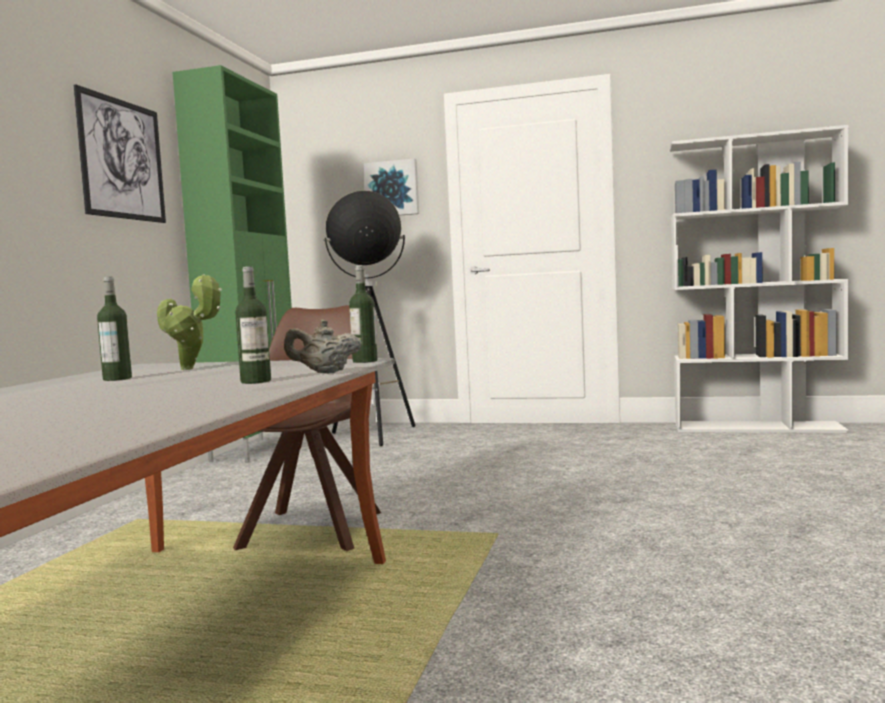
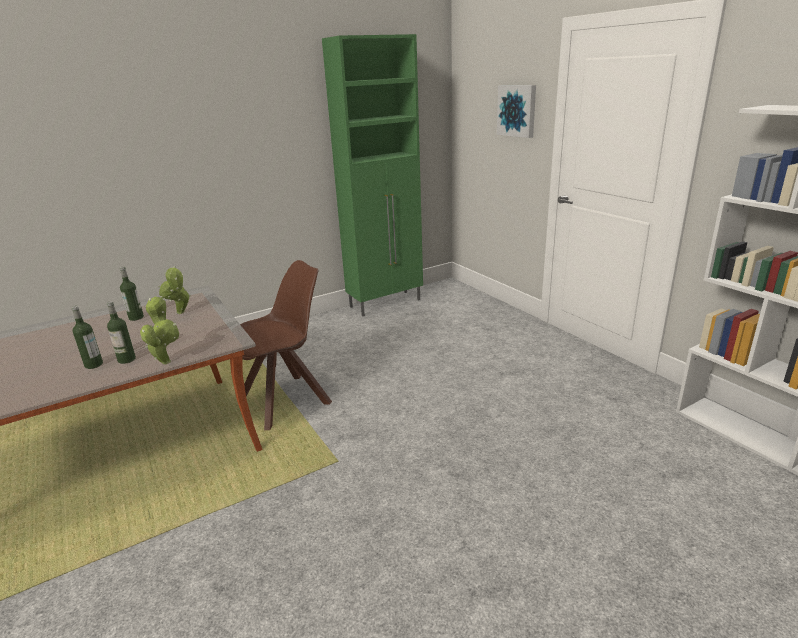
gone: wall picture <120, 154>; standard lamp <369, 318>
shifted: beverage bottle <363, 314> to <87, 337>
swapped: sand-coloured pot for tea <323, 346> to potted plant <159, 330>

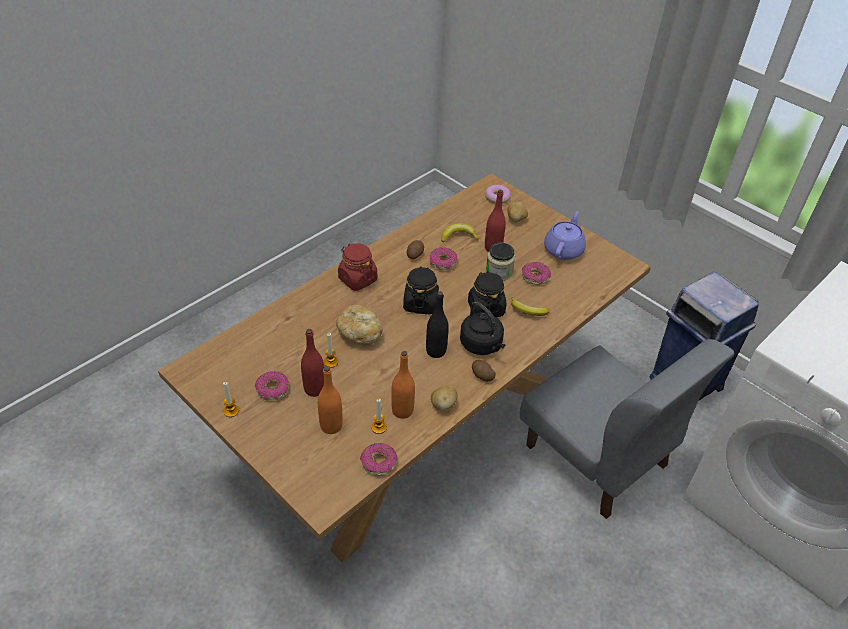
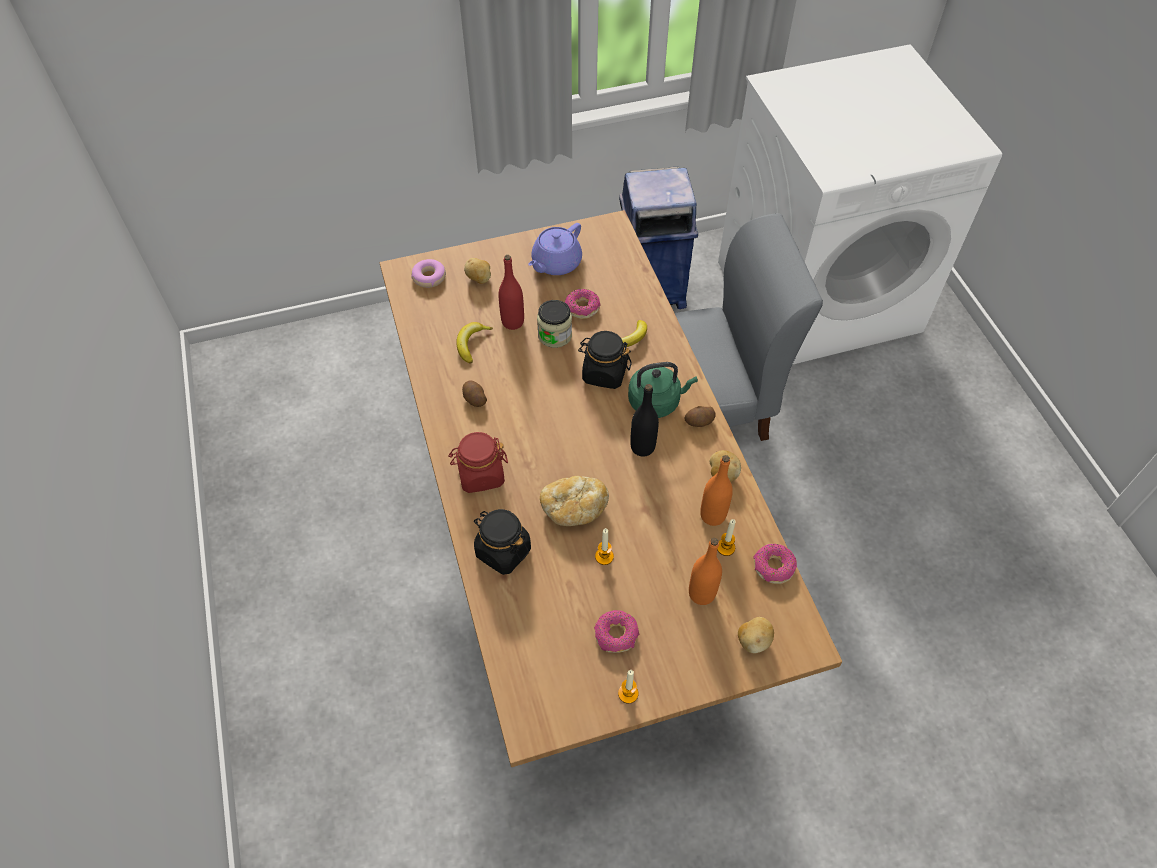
gone: reddish beverage bottle <312, 363>; doughnut <443, 258>
new: potato <756, 635>
shifted: black-coloured storage jar <421, 290> to <502, 542>
repainted: black-coloured water kettle <482, 328> to green water kettle <663, 390>
rotated: purplish pot for tea <565, 235> = <555, 249> 105 degrees counterclockwise

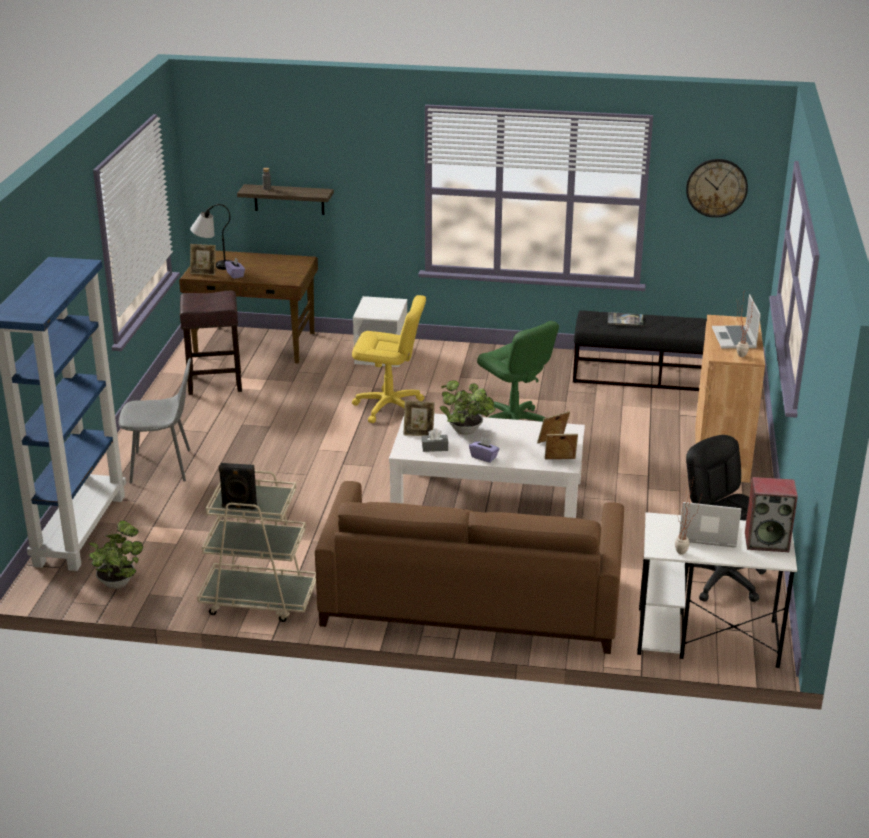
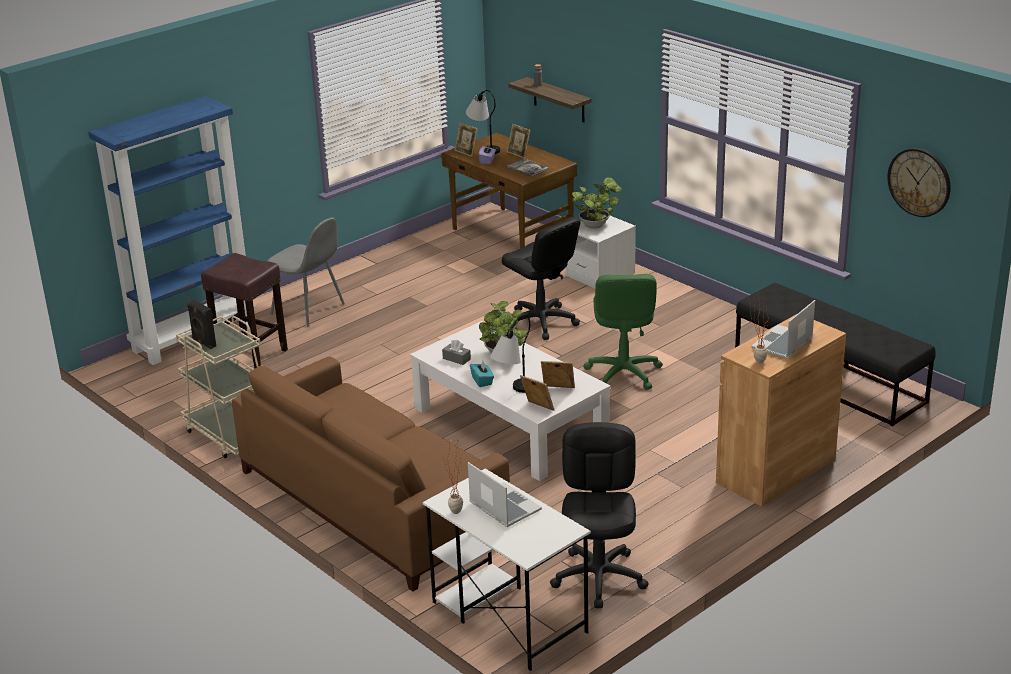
gone: loudspeaker <771, 514>
new: table lamp <510, 353>
shifted: brown-coloured stool <211, 343> to <244, 310>; photo frame <419, 418> to <519, 141>; volume <626, 319> to <528, 167>; potted plant <115, 554> to <597, 203>
repainted: purplish tissue holder <484, 450> to blue-green tissue holder <482, 374>; yellow-coloured office chair <389, 359> to black-coloured office chair <541, 278>

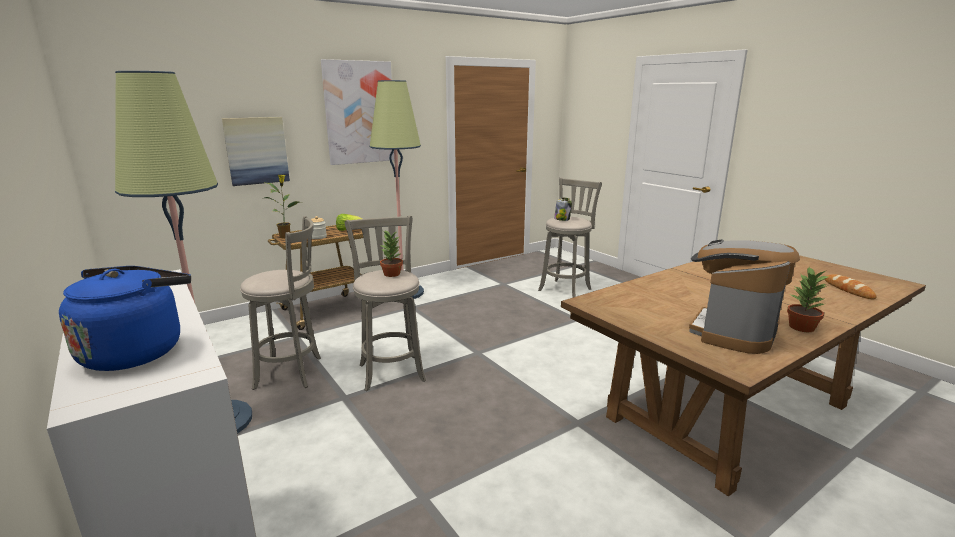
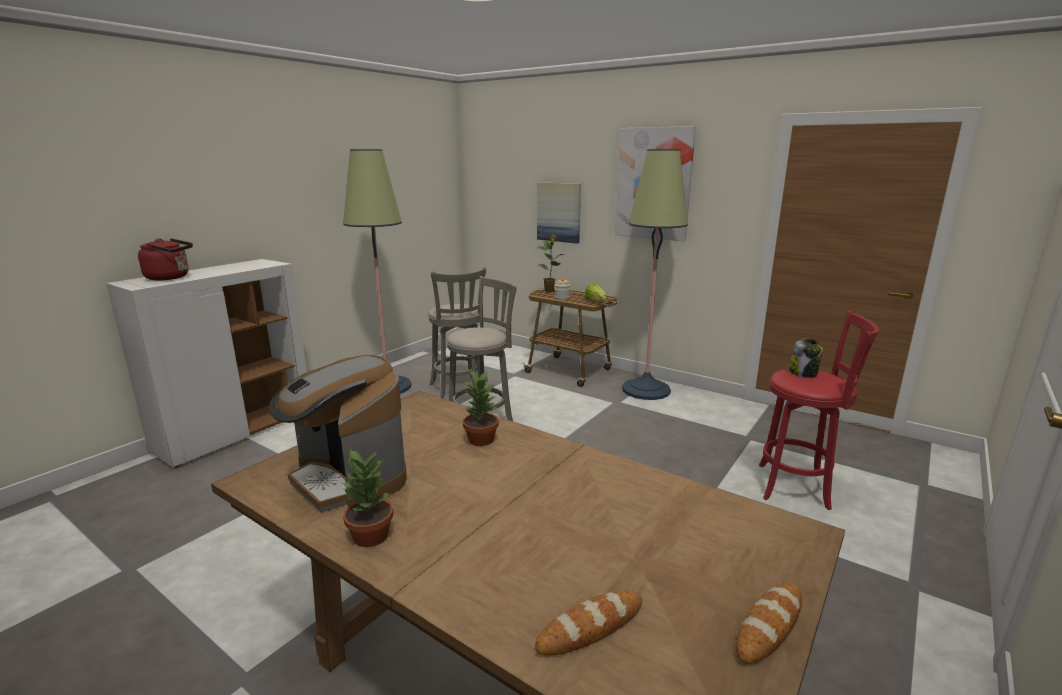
new: bakery bread <769, 623>
shifted: potted plant <391, 253> to <481, 408>
repainted: blue water kettle <125, 318> to reddish water kettle <165, 259>; grey stool <570, 237> to reddish stool <819, 410>
rotated: coffee maker <744, 297> = <338, 433> 150 degrees counterclockwise

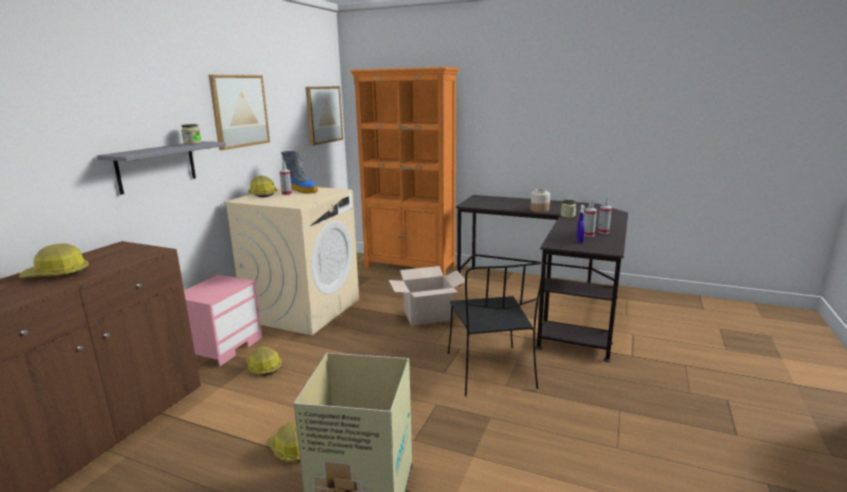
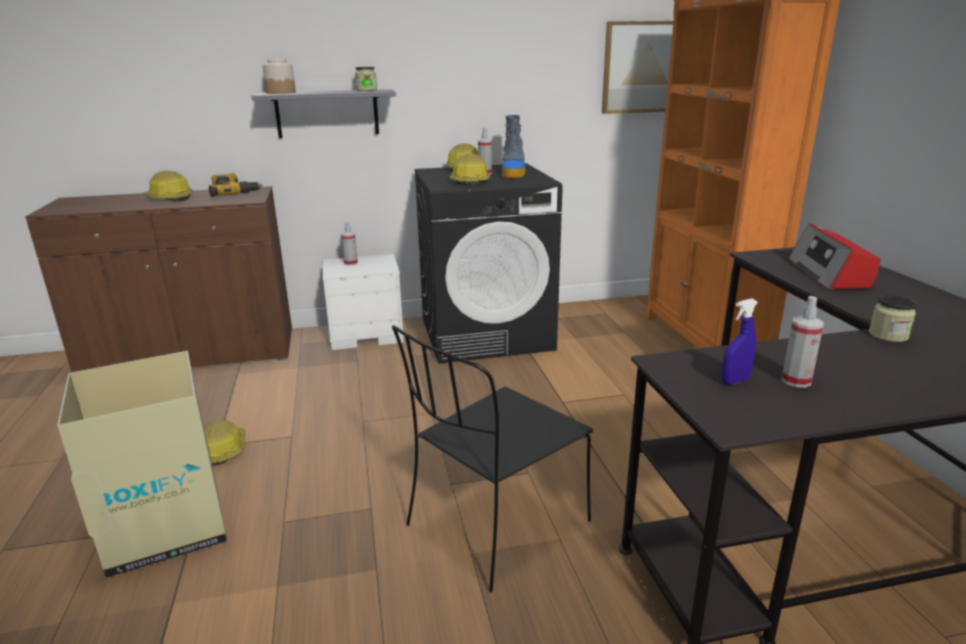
gone: wall picture <239, 112>; packing box <427, 296>
new: power drill <235, 185>; radio <834, 256>
shifted: storage jar <540, 200> to <279, 76>; hand sprayer <605, 215> to <349, 244>; safety helmet <264, 360> to <470, 169>
repainted: pinkish nightstand <223, 320> to white nightstand <363, 302>; sand-coloured laundry appliance <291, 260> to black-coloured laundry appliance <488, 263>

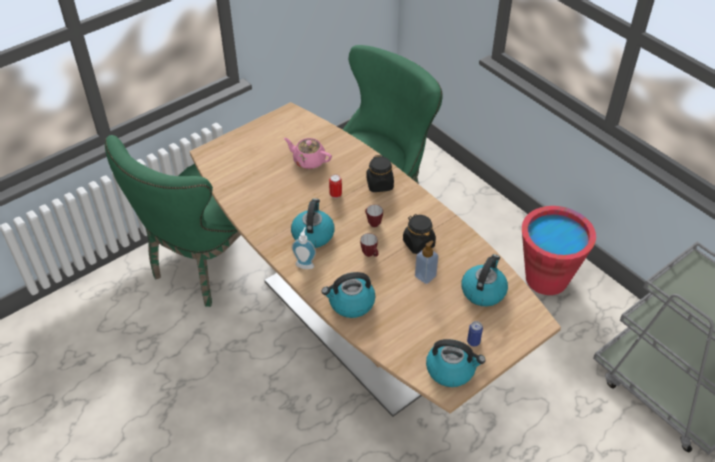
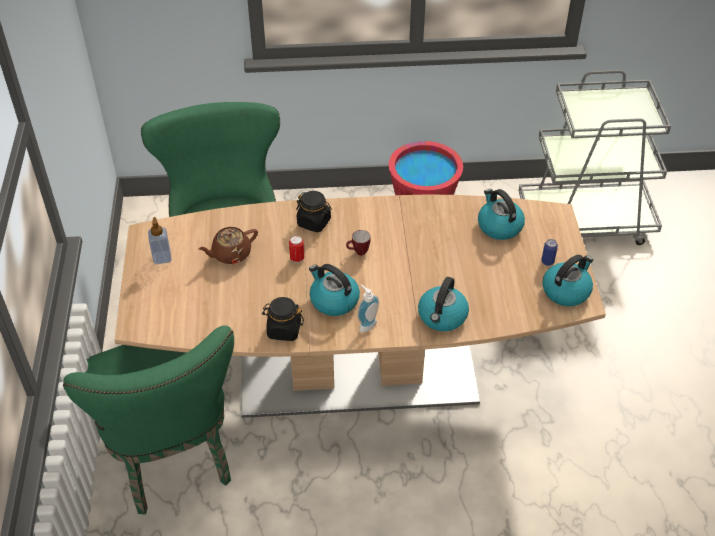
gone: coffee mug <369, 245>
shifted: liquid soap bottle <427, 262> to <160, 241>; black-coloured storage jar <419, 234> to <283, 319>
repainted: pinkish pot for tea <308, 153> to brown-coloured pot for tea <228, 245>

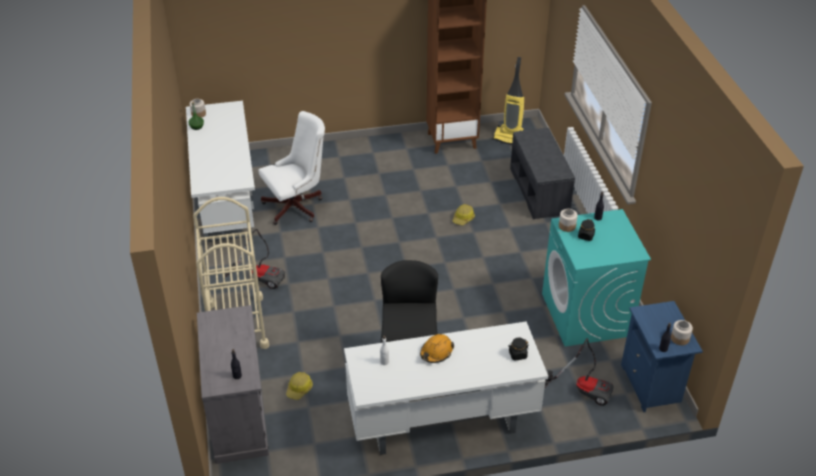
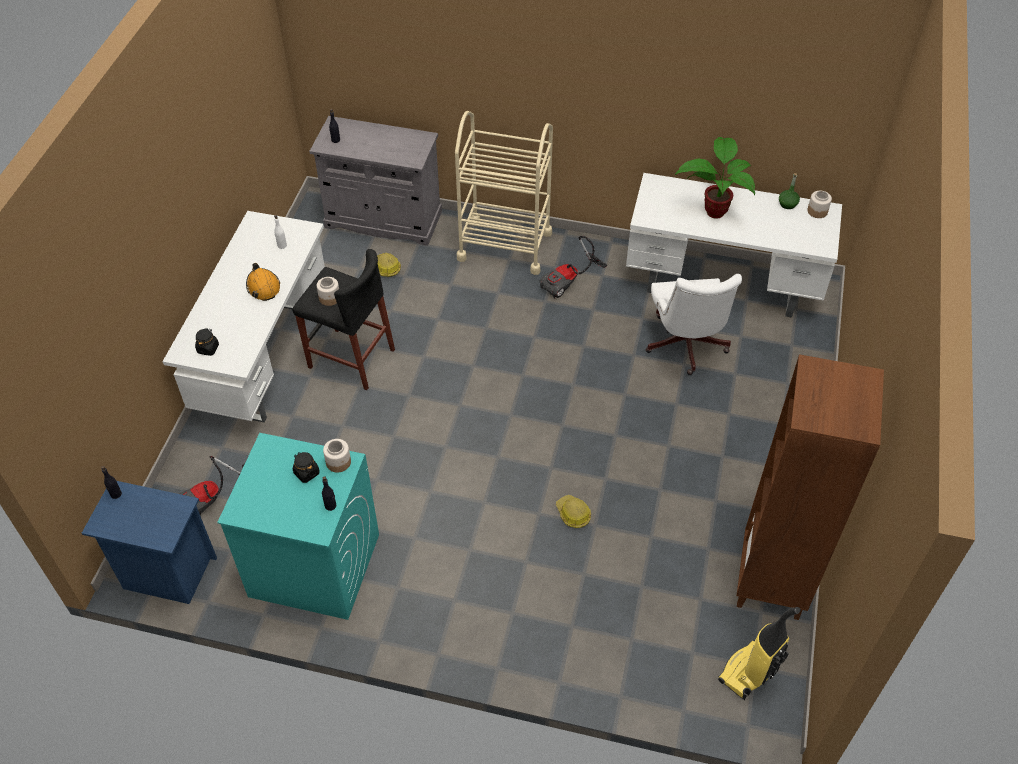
gone: grey bench <542, 173>
new: potted plant <715, 178>
shifted: storage jar <682, 332> to <328, 291>

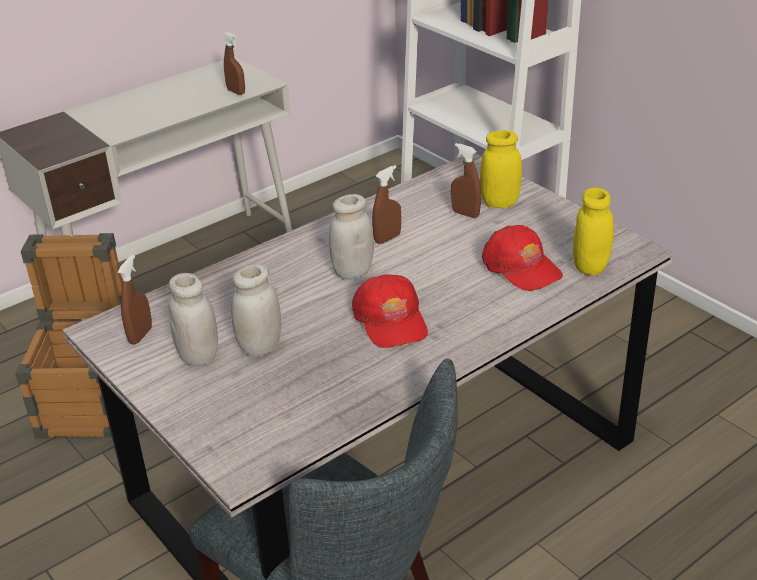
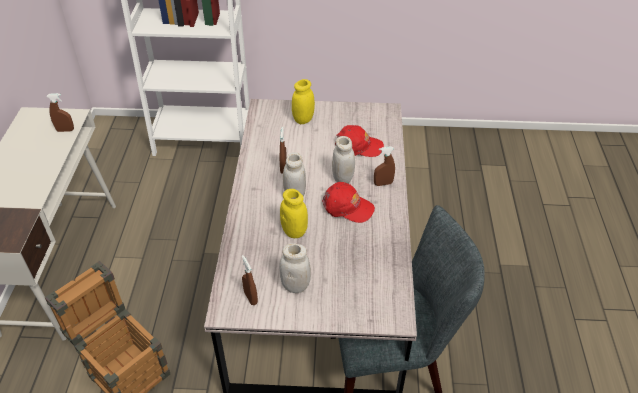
shifted: yellow-coloured storage jar <593, 231> to <294, 213>; white storage jar <256, 311> to <343, 159>; brown-coloured hand sprayer <466, 180> to <384, 166>

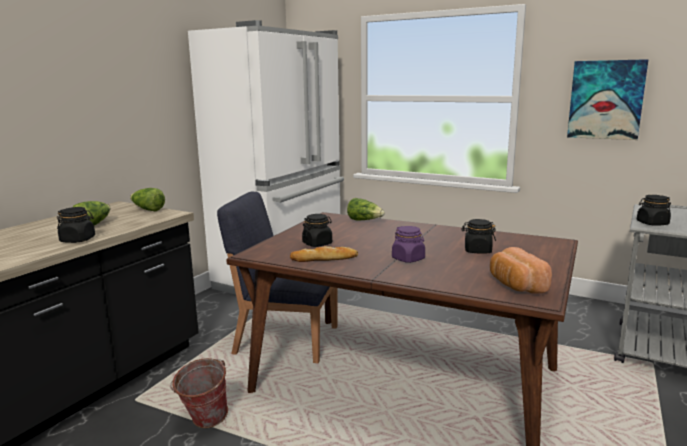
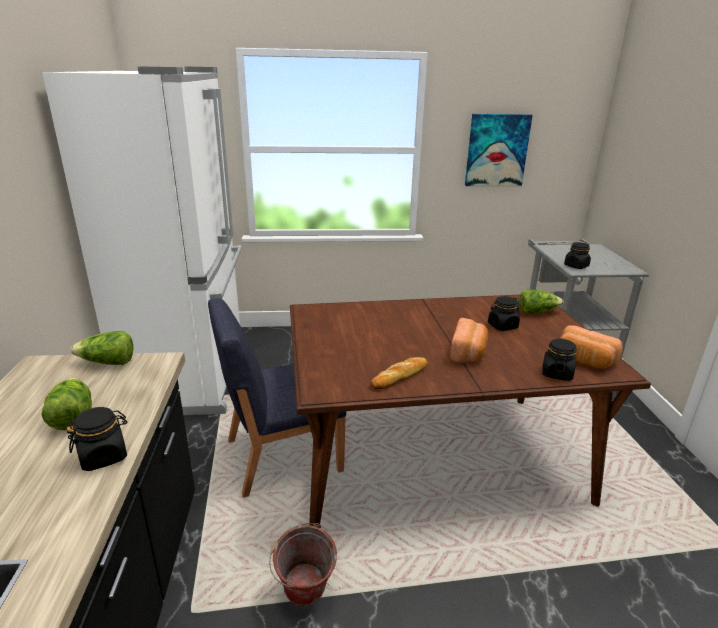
shifted: lettuce head <366, 209> to <542, 301>; black-coloured storage jar <317, 230> to <559, 359>
swapped: purplish storage jar <408, 244> to bakery bread <469, 340>

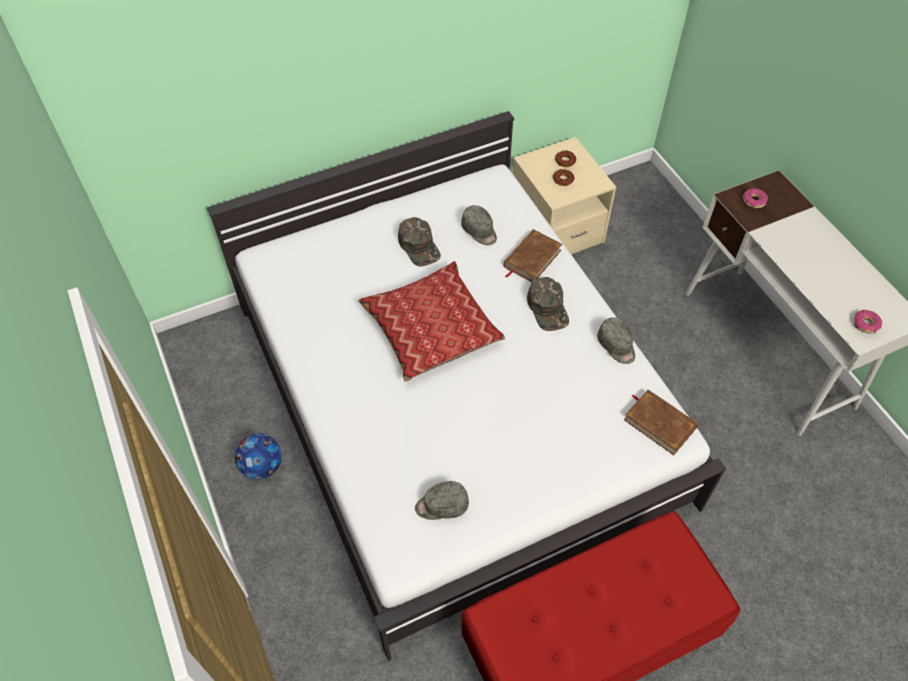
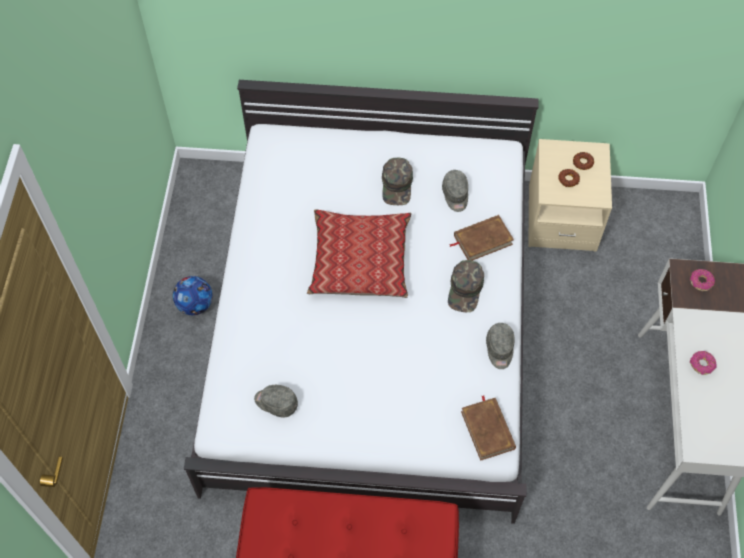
shifted: doughnut <867, 321> to <703, 363>

